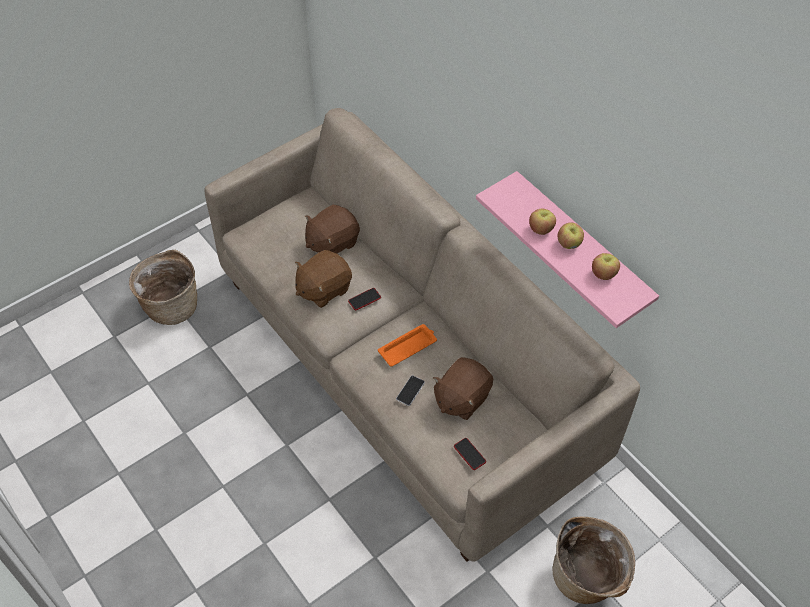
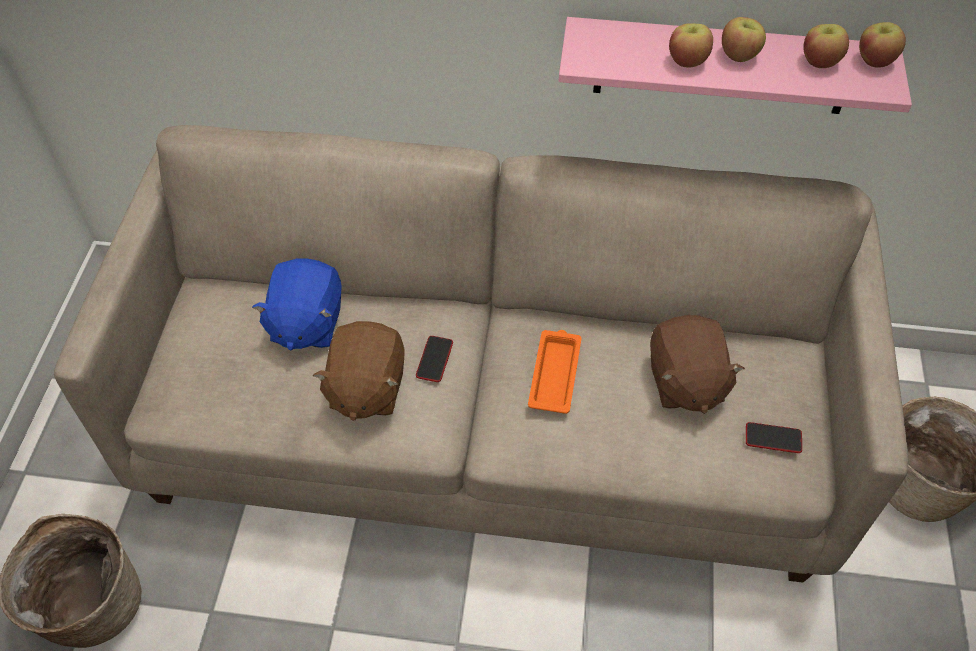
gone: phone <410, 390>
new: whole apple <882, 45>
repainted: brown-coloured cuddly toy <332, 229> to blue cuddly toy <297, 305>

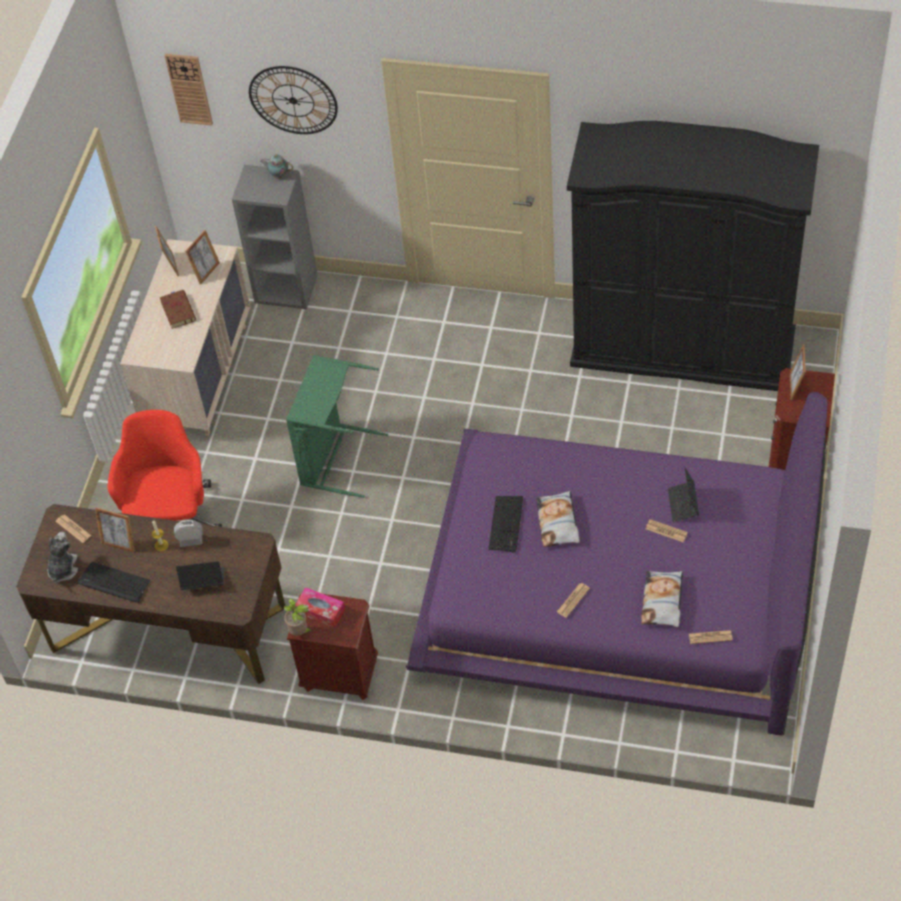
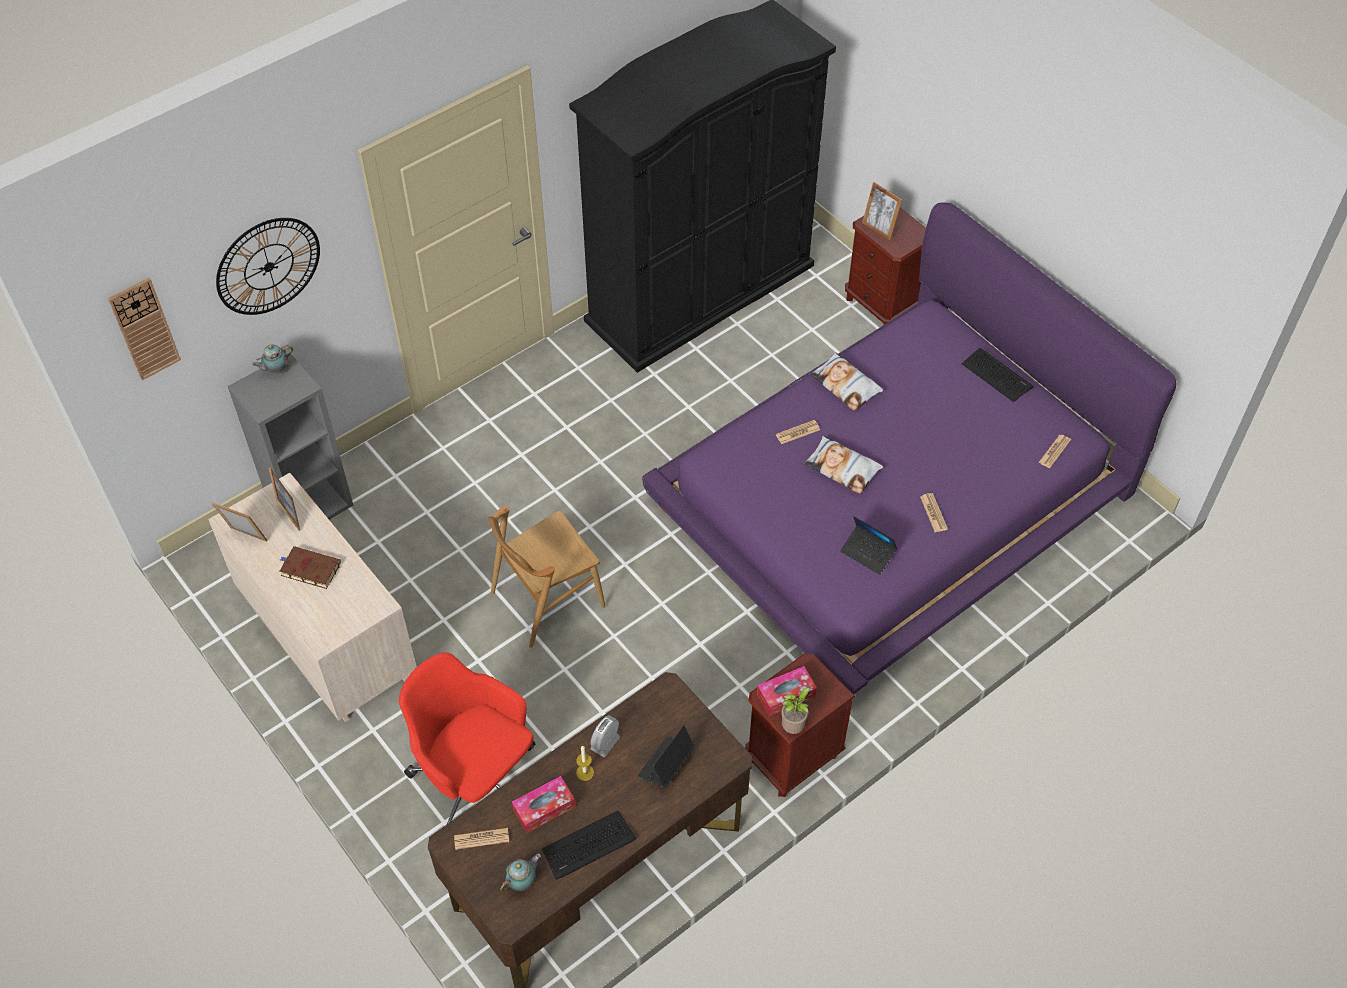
shifted: printed paper <667, 530> to <798, 432>; throw pillow <662, 599> to <846, 381>; laptop <683, 494> to <868, 545>; keyboard <506, 524> to <998, 374>
swapped: green hamper <337, 426> to brown-coloured chair <546, 577>; cuddly toy <63, 557> to pot for tea <520, 872>; photo frame <114, 530> to tissue holder <544, 804>

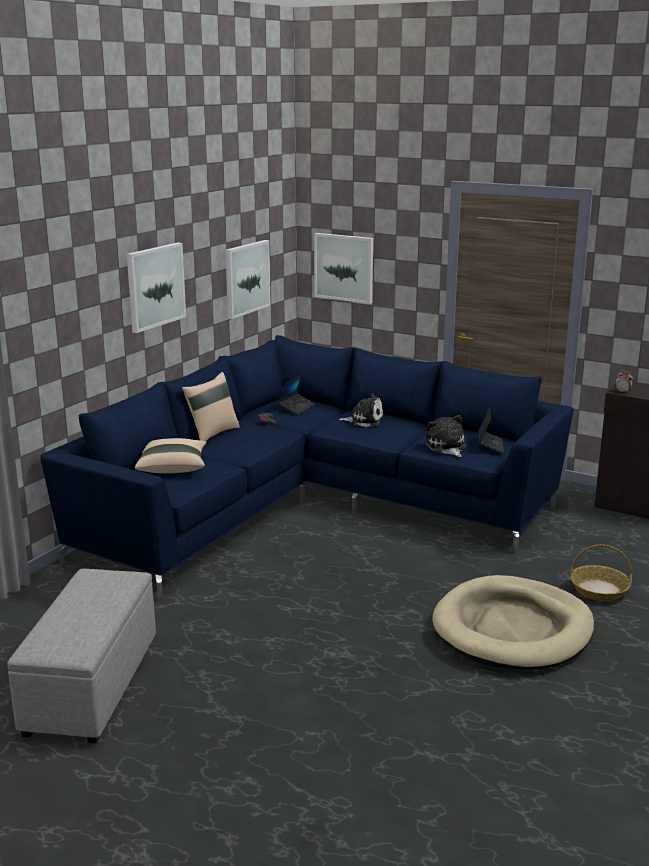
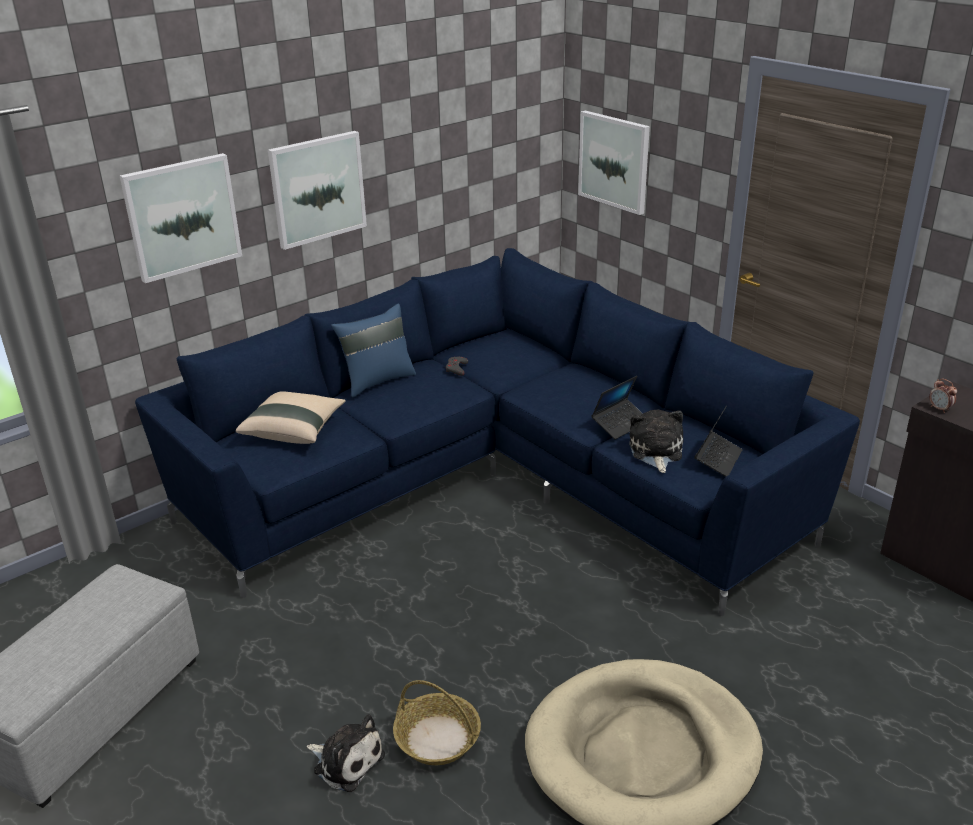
shifted: wall picture <248, 279> to <181, 218>; cuddly toy <361, 410> to <345, 753>; household basket <601, 572> to <437, 722>; laptop <296, 394> to <617, 407>
repainted: sand-coloured throw pillow <211, 406> to blue throw pillow <373, 350>

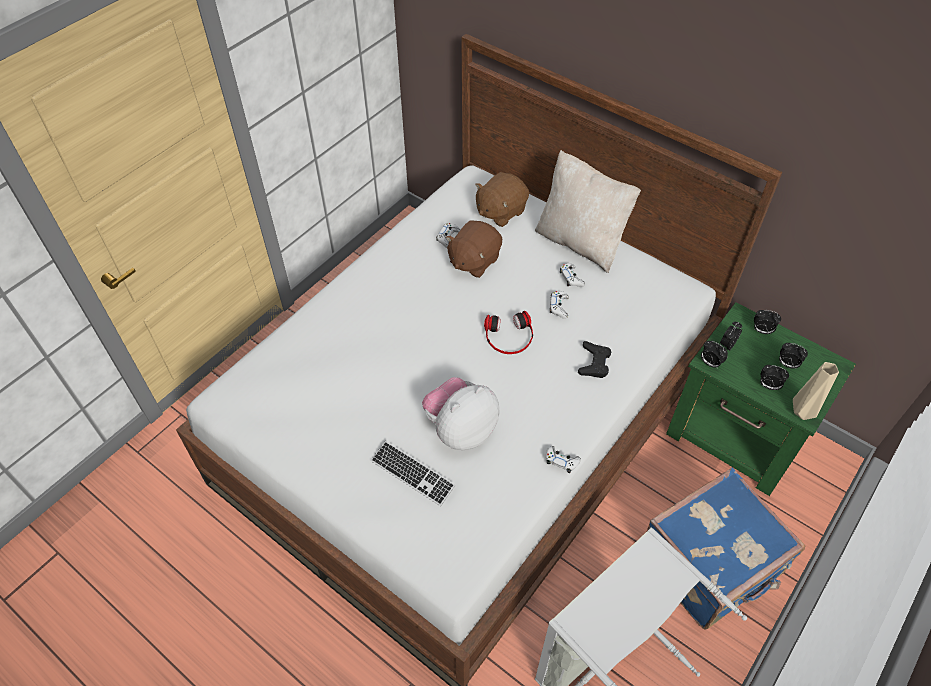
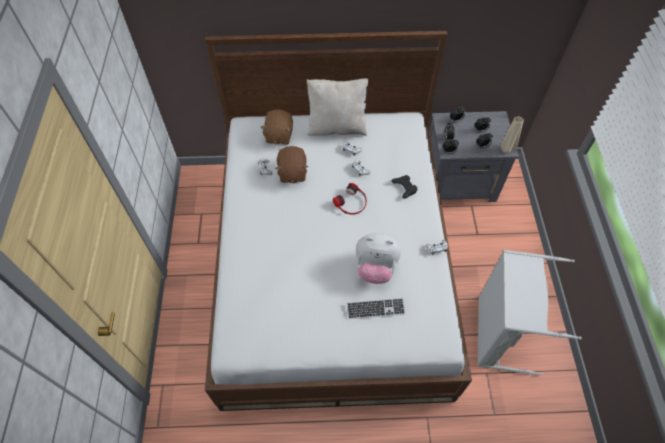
gone: blue suitcase <726, 548>
repainted: green nightstand <761, 399> to grey nightstand <474, 156>
rotated: cuddly toy <460, 413> = <378, 258> 90 degrees counterclockwise

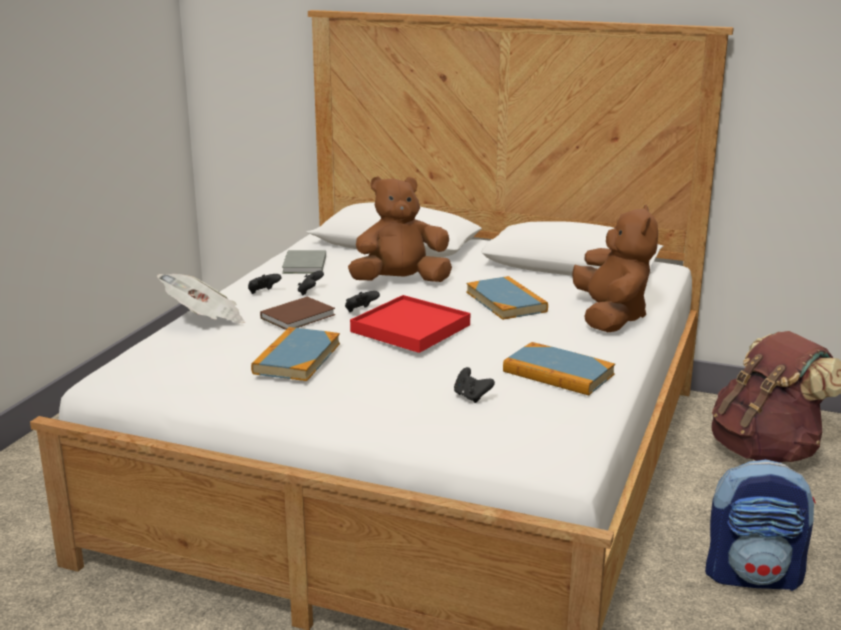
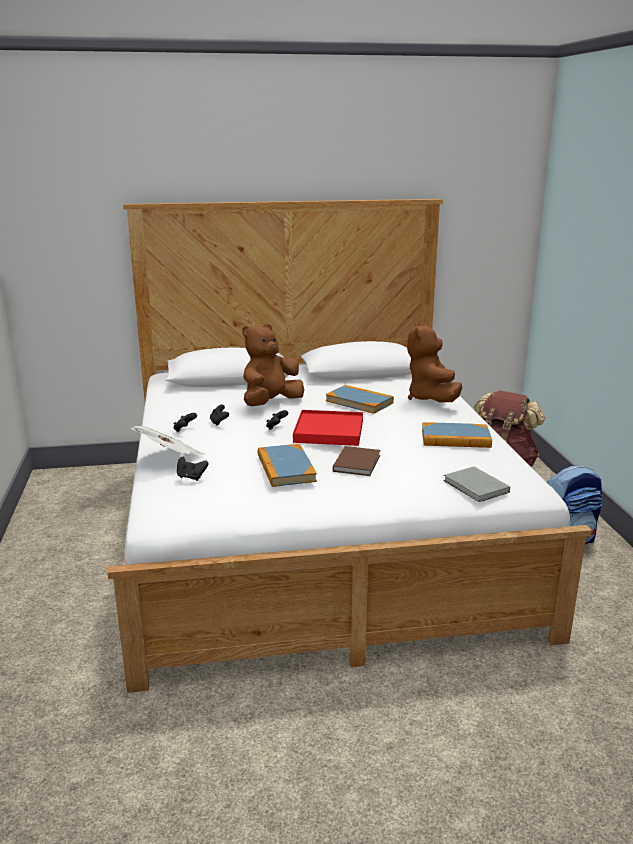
shifted: black-coloured gamepad <474, 385> to <192, 469>; brown-coloured volume <297, 313> to <357, 461>; grey volume <304, 261> to <476, 484>
rotated: brown-coloured cuddly toy <615, 268> = <434, 362> 150 degrees counterclockwise

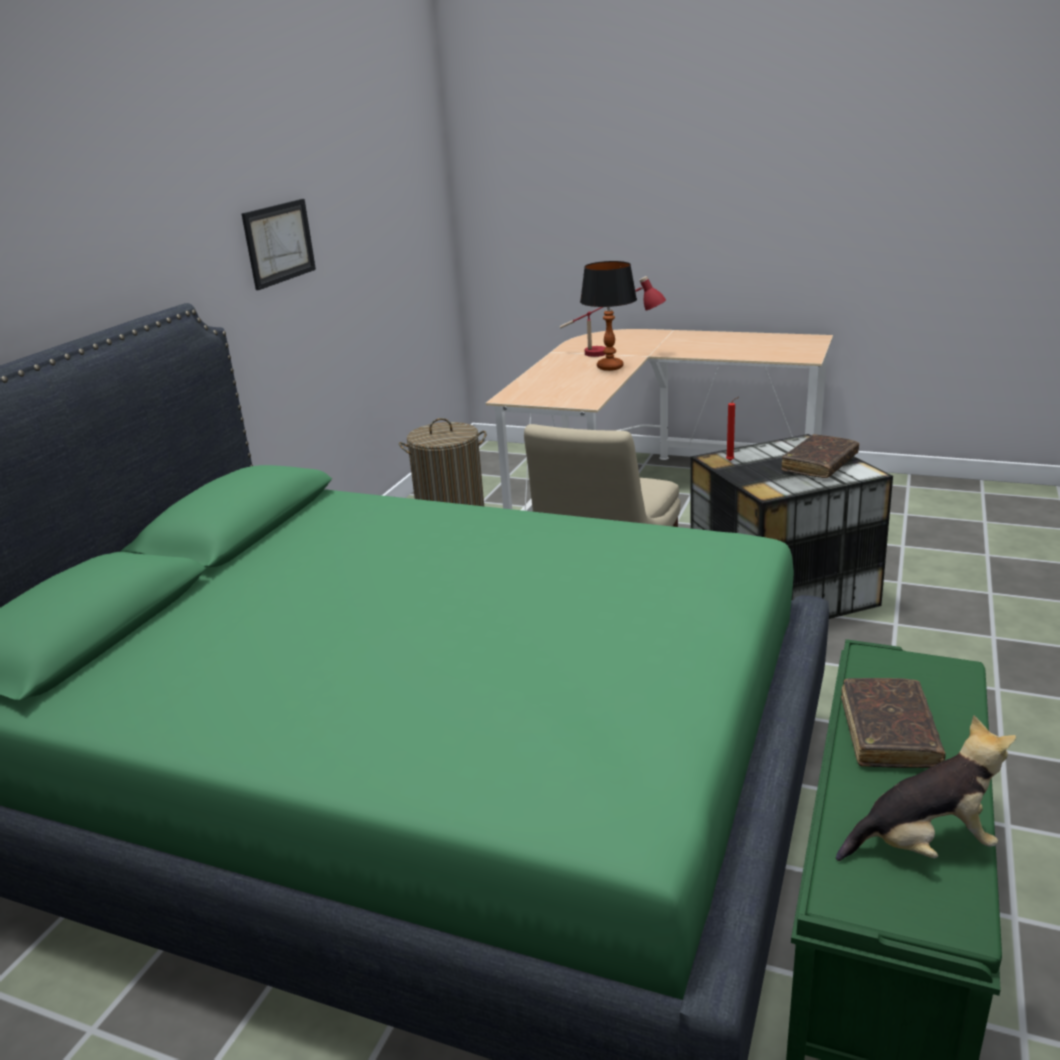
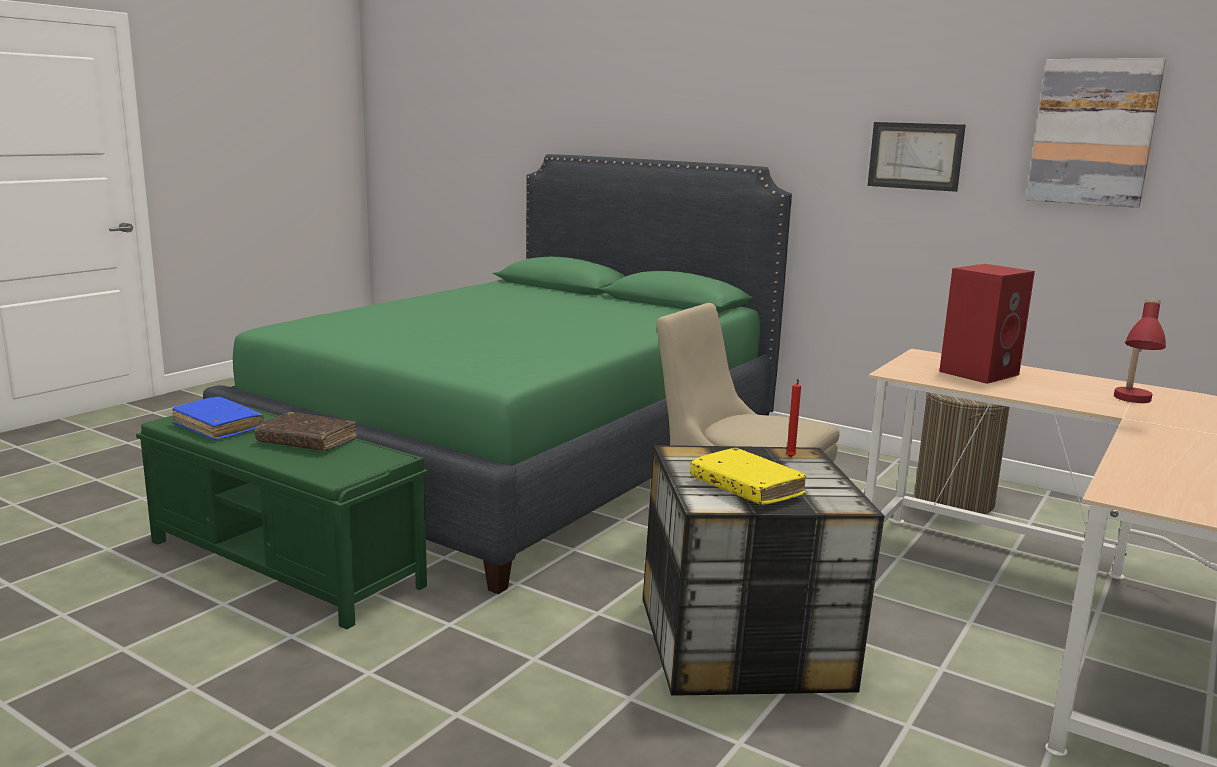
gone: table lamp <608, 316>
new: reddish loudspeaker <987, 324>; wall picture <1096, 133>
swapped: cuddly toy <926, 788> to blue volume <218, 419>
repainted: brown-coloured volume <820, 456> to yellow-coloured volume <748, 476>

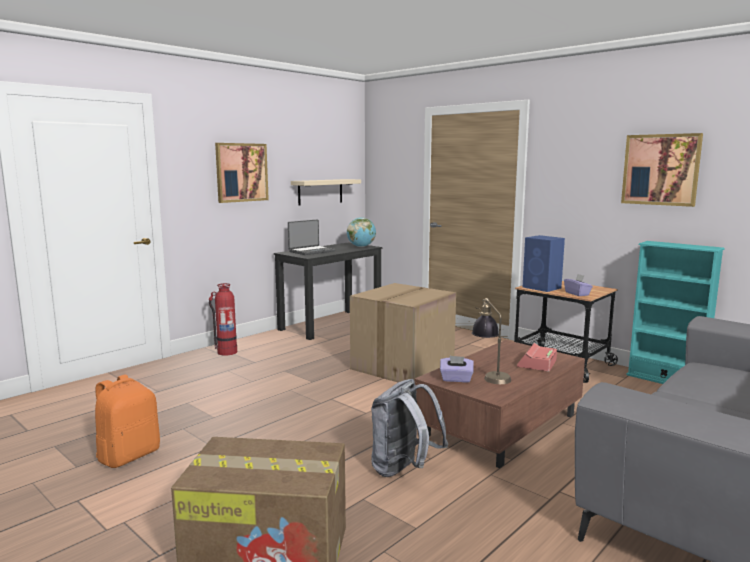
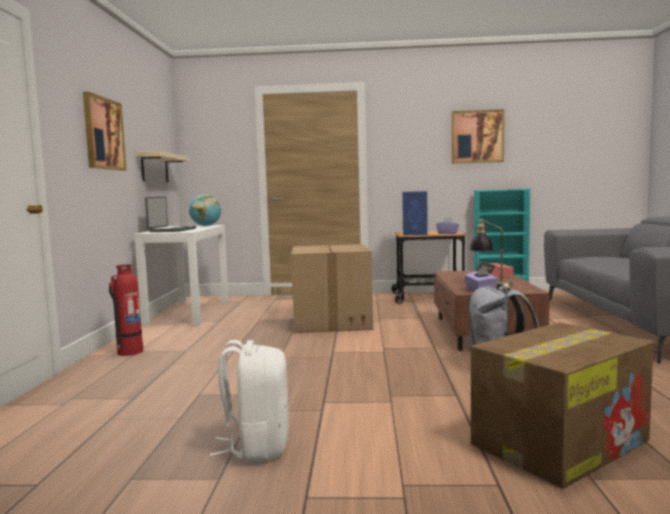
repainted: black-coloured desk <328, 291> to white desk <181, 276>; orange rucksack <127, 421> to white rucksack <249, 401>

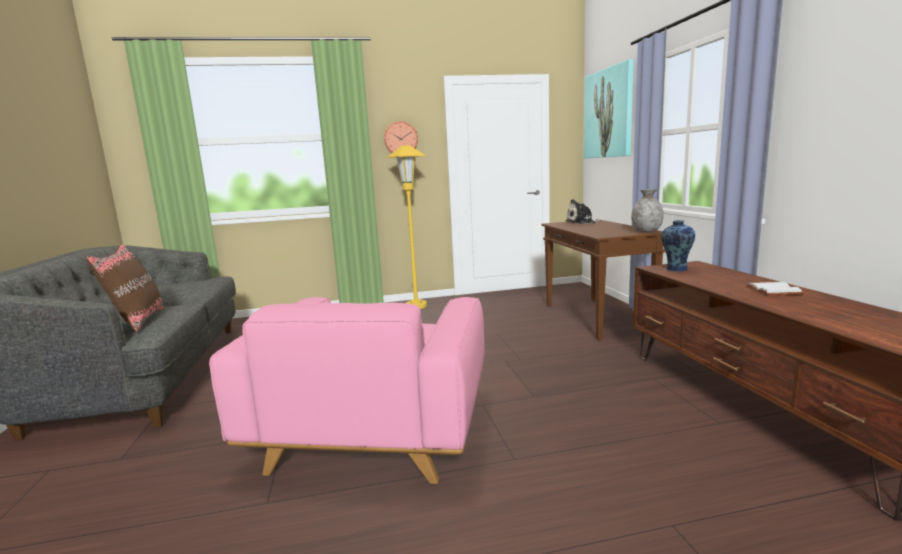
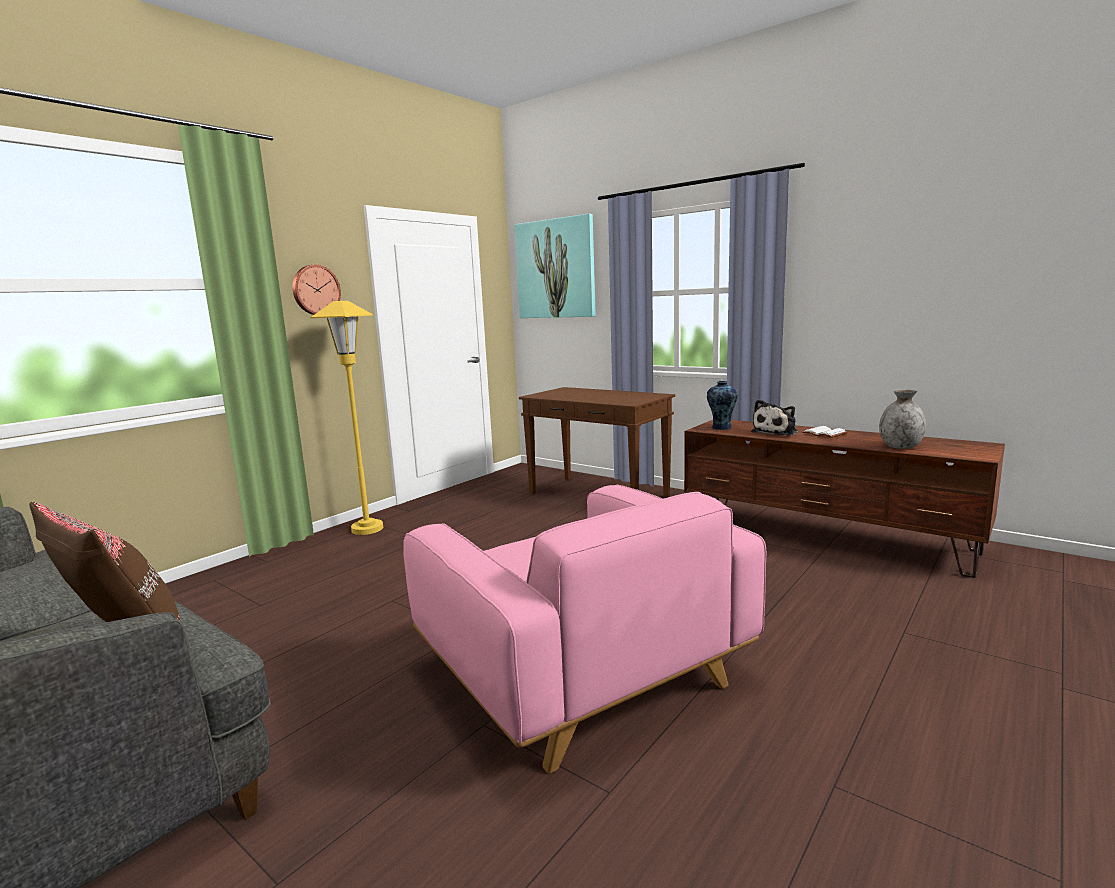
shifted: cuddly toy <583, 211> to <774, 418>; grey vase <647, 210> to <902, 419>

